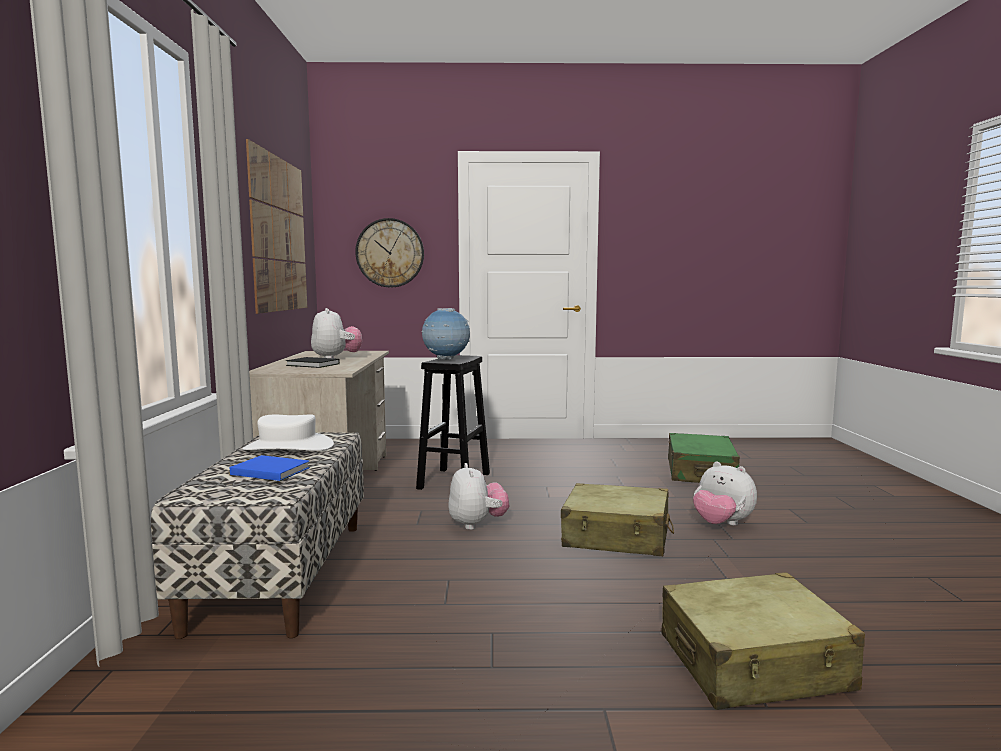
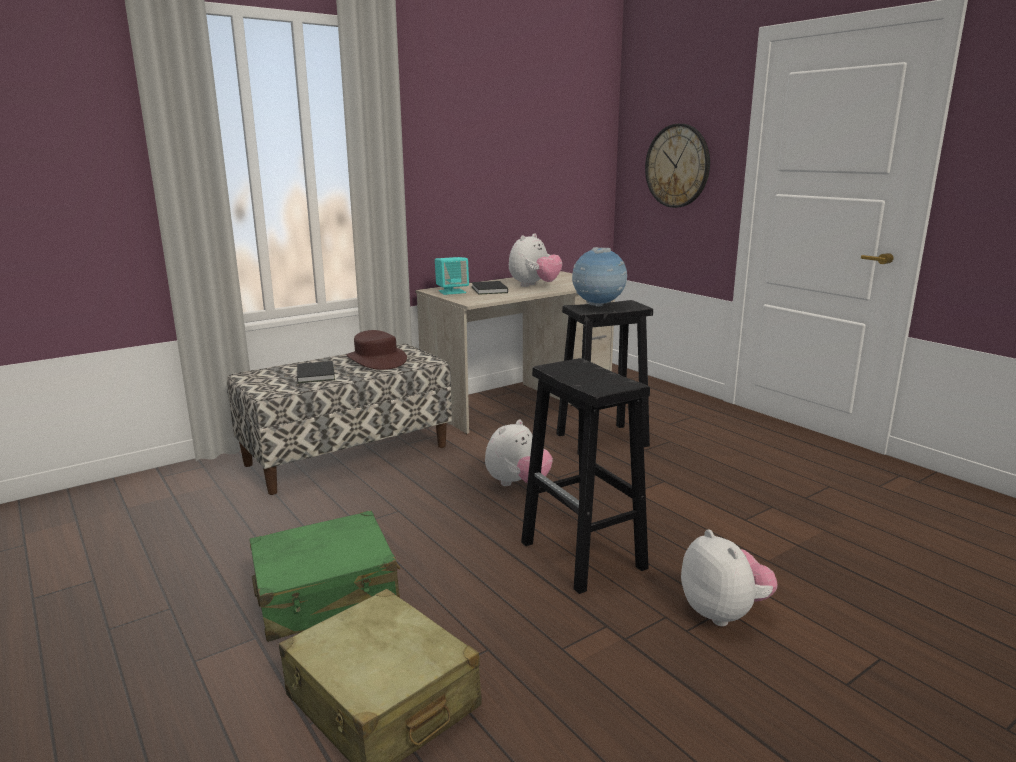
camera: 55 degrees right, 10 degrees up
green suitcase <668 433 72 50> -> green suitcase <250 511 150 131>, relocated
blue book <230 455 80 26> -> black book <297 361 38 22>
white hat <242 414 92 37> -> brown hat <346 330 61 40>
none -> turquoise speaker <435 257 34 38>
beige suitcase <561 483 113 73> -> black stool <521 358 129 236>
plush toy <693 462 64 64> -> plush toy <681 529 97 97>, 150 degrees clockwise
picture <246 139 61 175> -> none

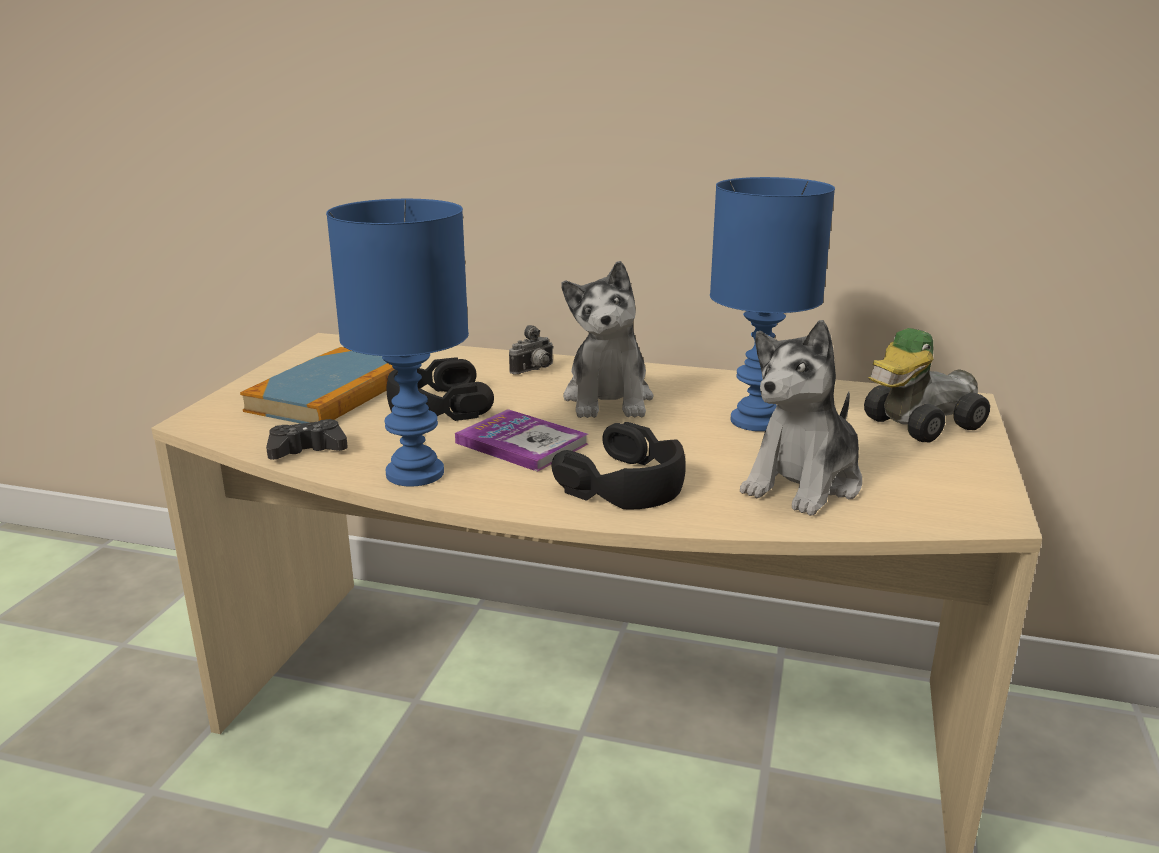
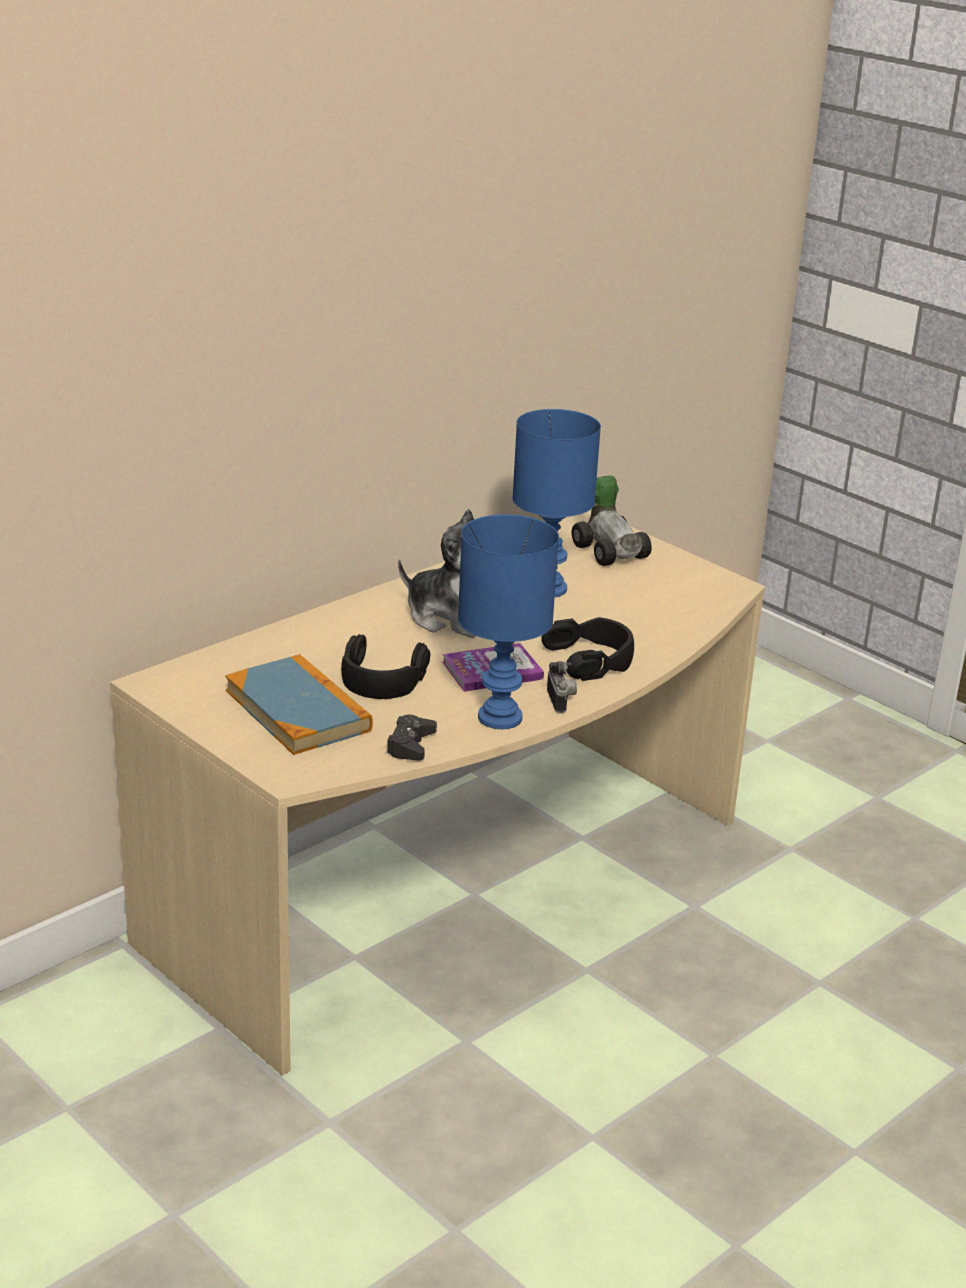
camera: 60 degrees left, 5 degrees up
photo camera <509 325 45 50> -> photo camera <547 661 30 52>, relocated
toy car <864 328 126 114> -> toy car <571 475 81 91>, 150 degrees clockwise
plush toy <740 320 122 196> -> none

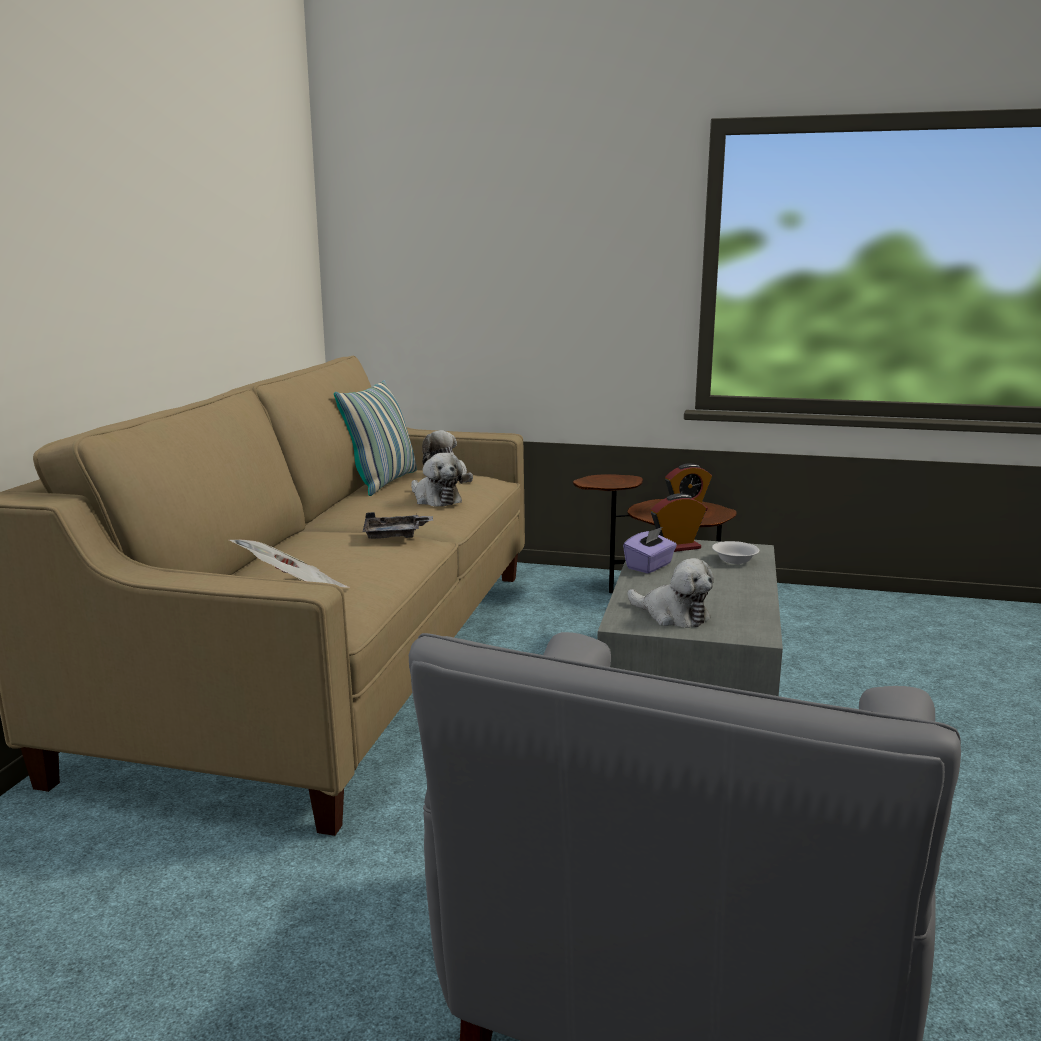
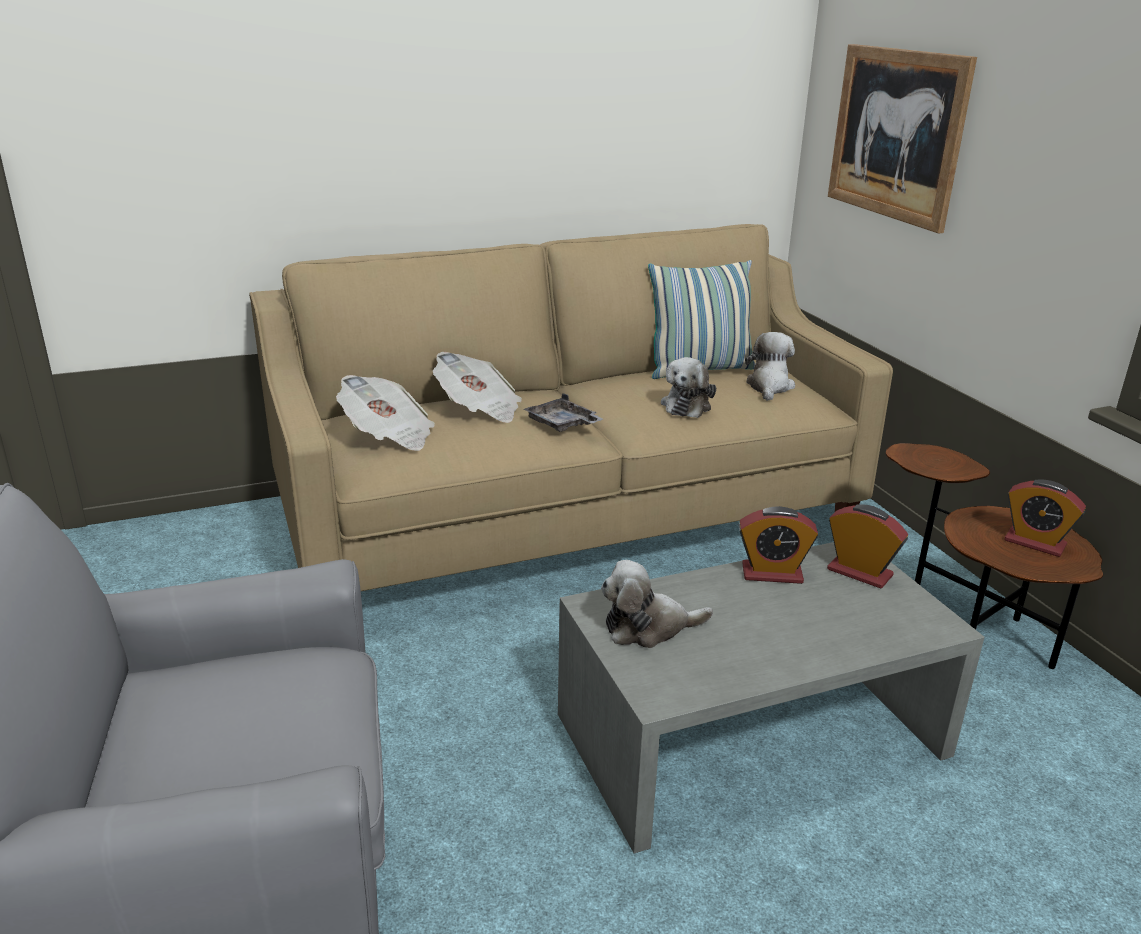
camera: 55 degrees right, 10 degrees up
none -> newspaper <433 352 89 71>
plush toy <627 558 87 70> -> plush toy <601 560 112 88>, 75 degrees clockwise
purple tissue box <623 527 54 46> -> alarm clock <739 506 79 78>
none -> picture <828 44 149 189>
white bowl <712 541 47 23> -> none

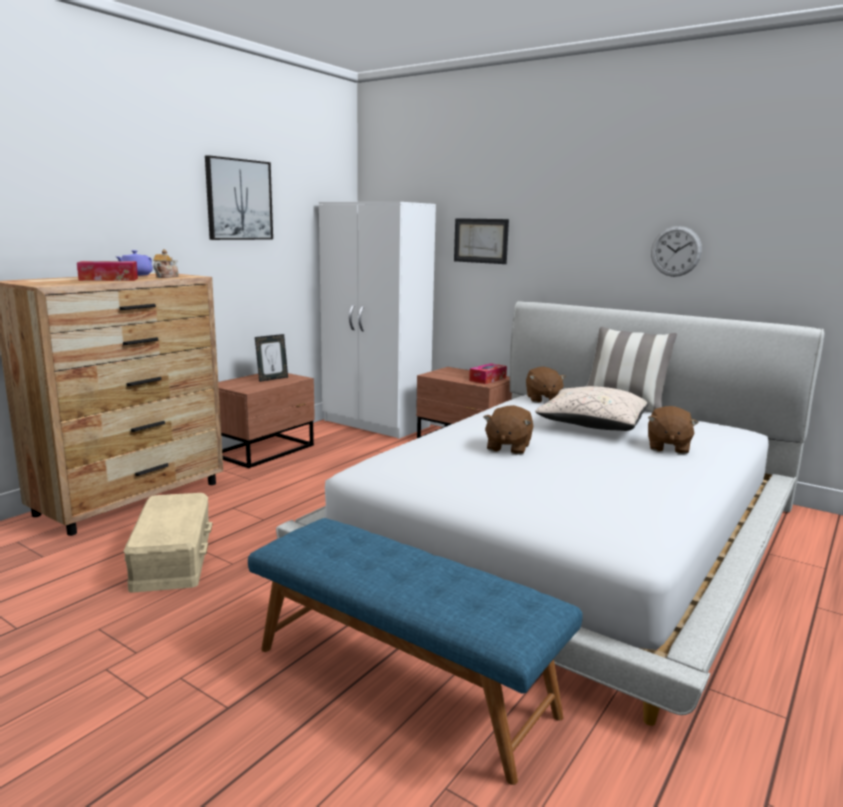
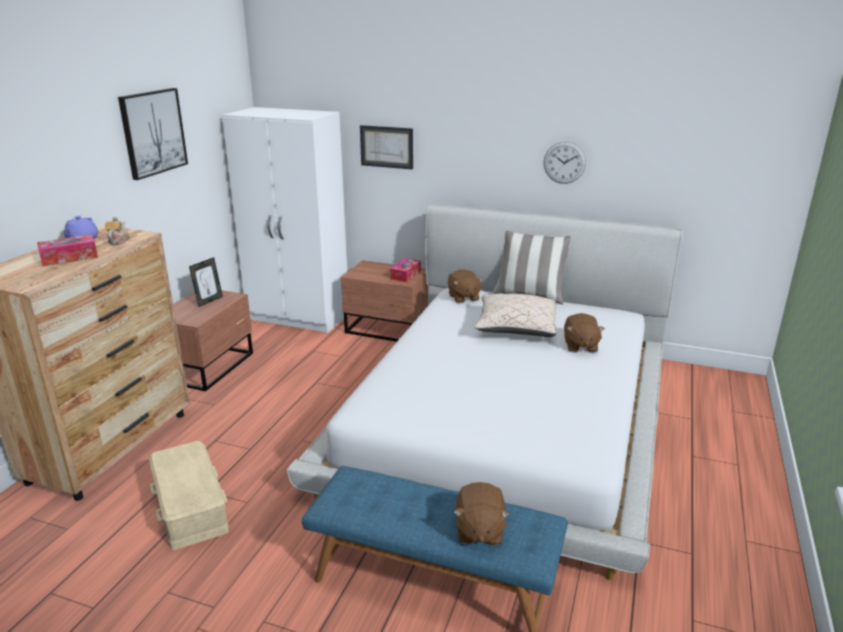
camera: 15 degrees left, 10 degrees up
brown plush toy <483 405 50 50> -> brown plush toy <454 482 56 64>, relocated

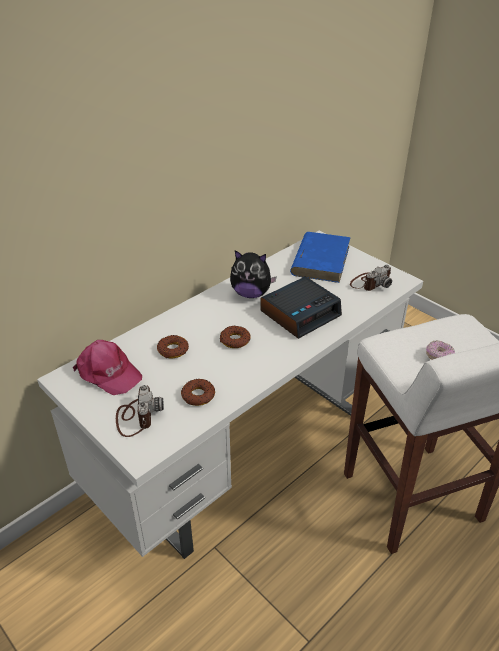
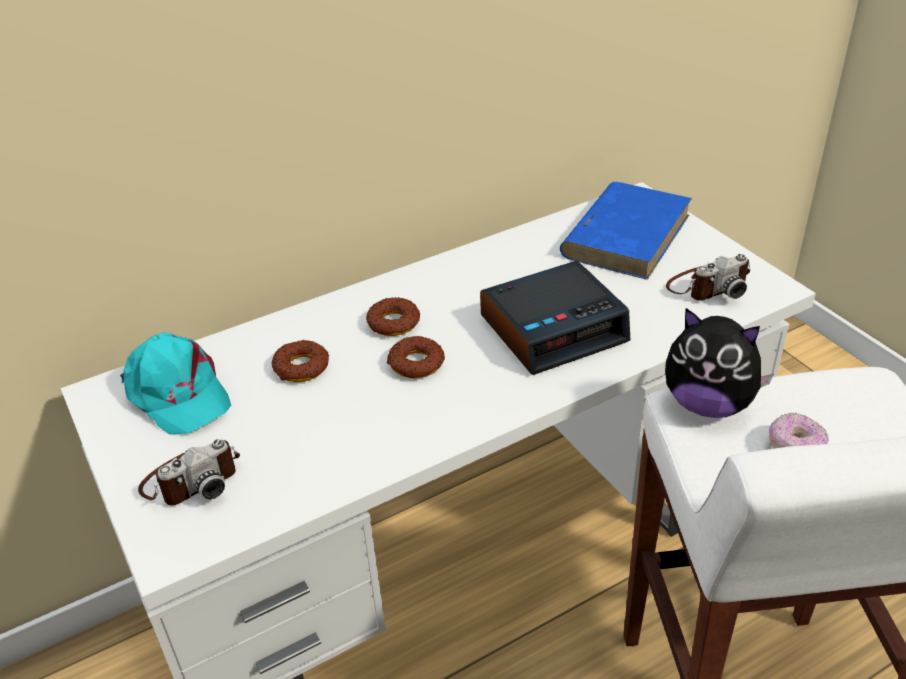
camera: 15 degrees right, 0 degrees up
pink cap <73 340 69 55> -> turquoise cap <120 333 111 101>
photo camera <116 385 48 52> -> photo camera <138 439 102 66>, 45 degrees clockwise
donut <181 378 34 28> -> donut <366 297 54 39>, relocated
plush toy <230 250 47 48> -> plush toy <665 308 109 110>, relocated

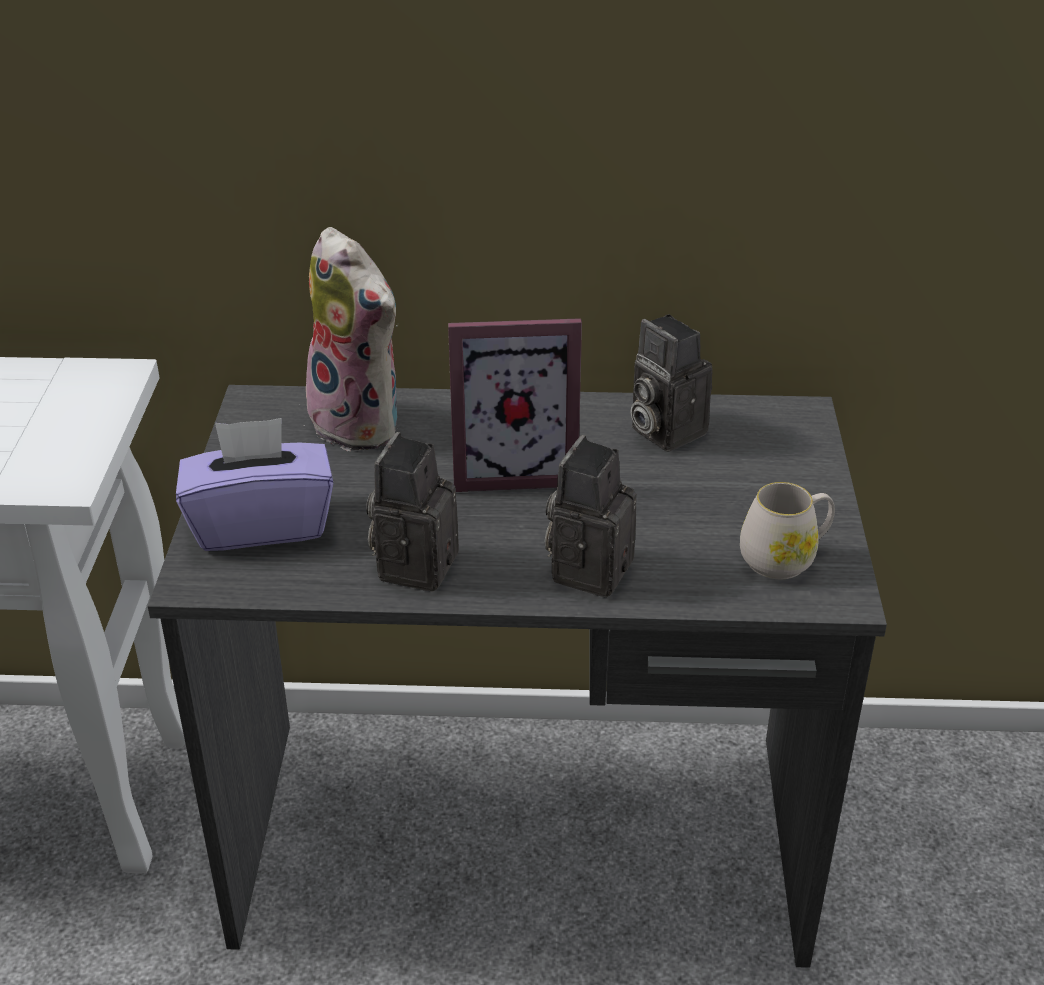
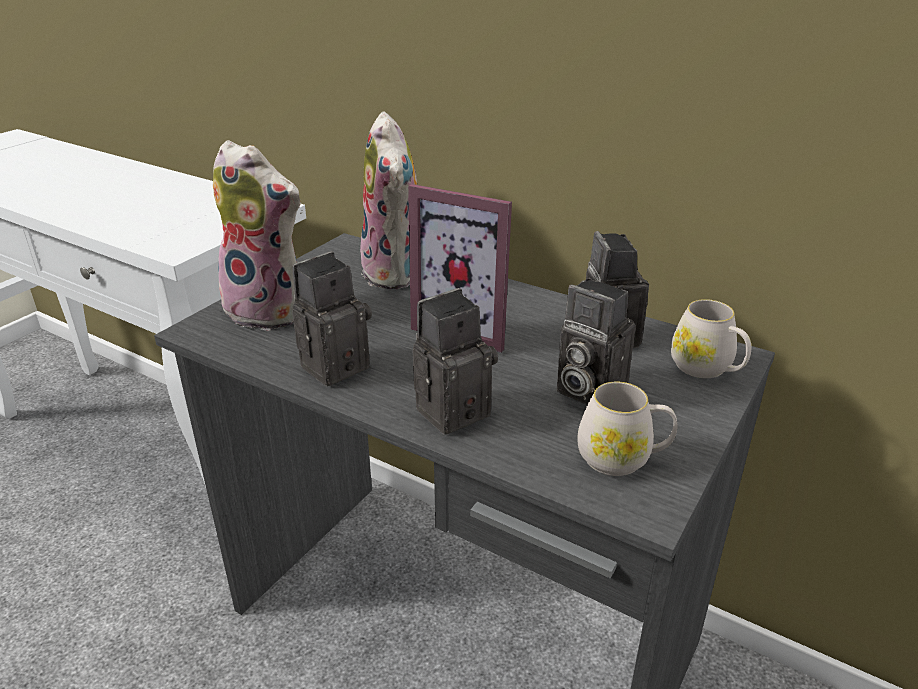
camera: 30 degrees right, 5 degrees down
purple tissue box <176 418 157 133> -> plush toy <212 140 91 191>
none -> photo camera <557 278 79 127>
none -> white mug <671 299 80 79>

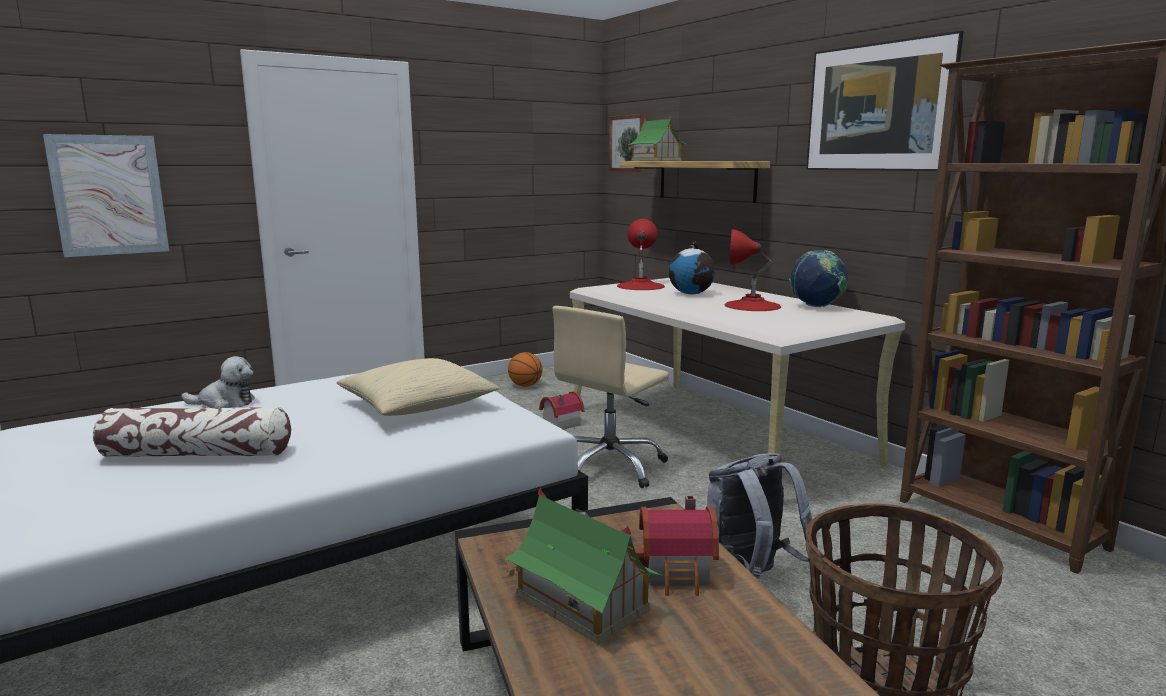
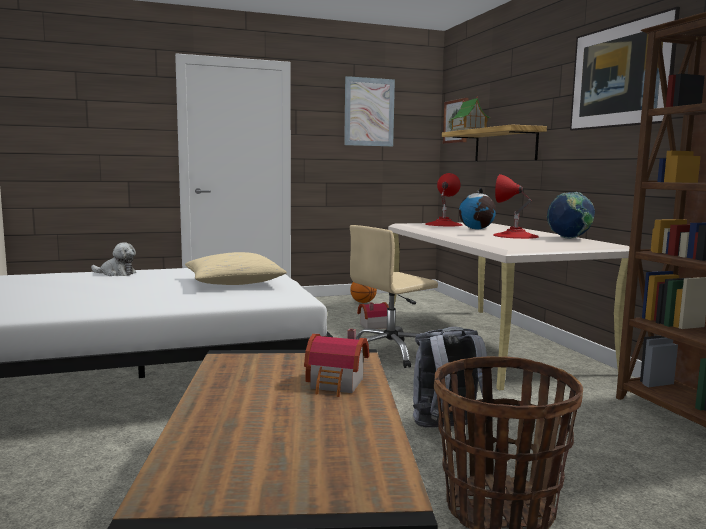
camera: 15 degrees right, 5 degrees down
picture <43 134 126 123> -> picture <344 76 51 71>, relocated
pillow <93 407 198 50> -> none
toy house <505 487 157 158> -> none

